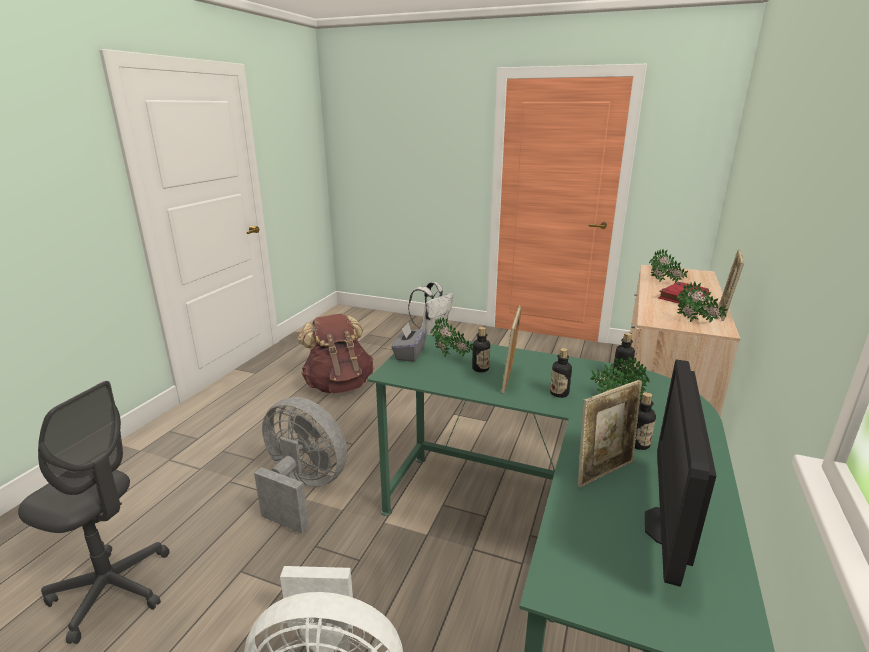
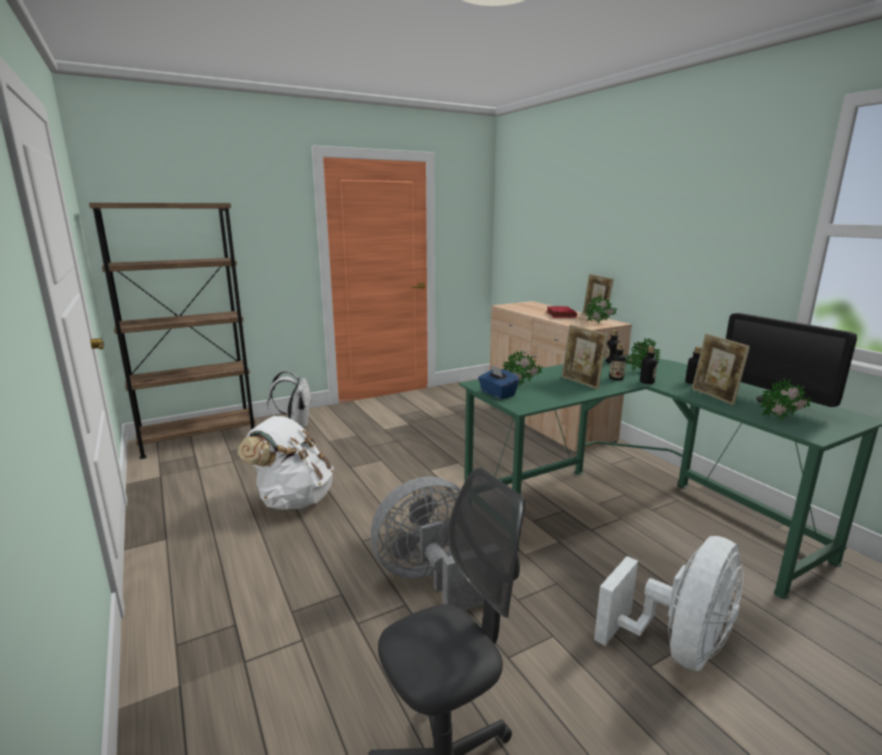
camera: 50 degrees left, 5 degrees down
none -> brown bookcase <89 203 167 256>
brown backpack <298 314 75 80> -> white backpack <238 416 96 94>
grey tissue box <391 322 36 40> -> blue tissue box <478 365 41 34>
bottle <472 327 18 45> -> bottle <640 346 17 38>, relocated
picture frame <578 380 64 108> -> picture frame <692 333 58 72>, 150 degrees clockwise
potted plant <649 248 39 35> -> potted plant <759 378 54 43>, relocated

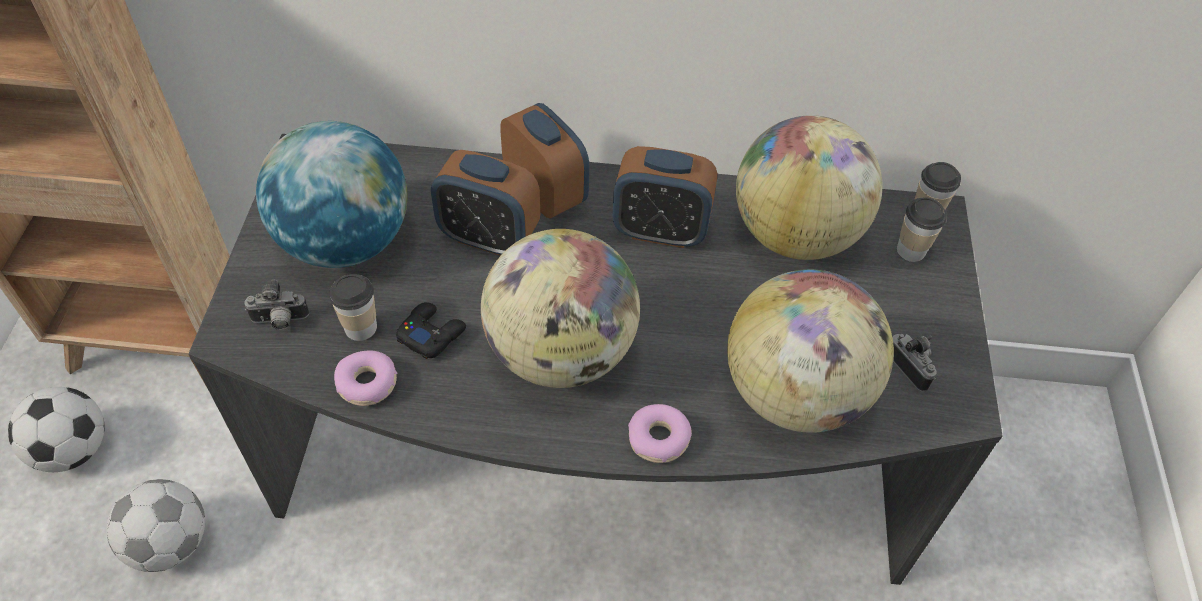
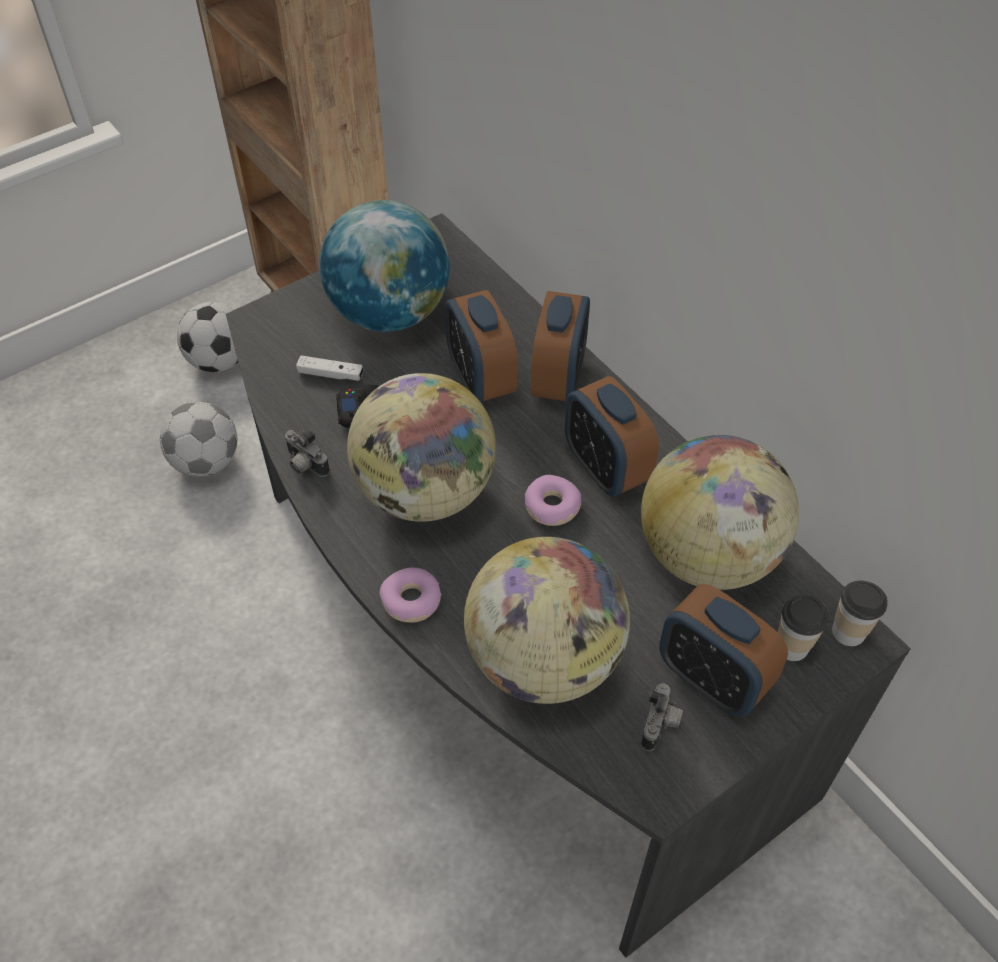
camera: 50 degrees right, 0 degrees up
photo camera <244 280 65 50> -> photo camera <285 430 45 47>, relocated
cup <329 274 48 67> -> white game controller <296 356 67 25>
donut <334 350 63 56> -> donut <524 475 57 51>, relocated
none -> alarm clock <659 584 129 132>

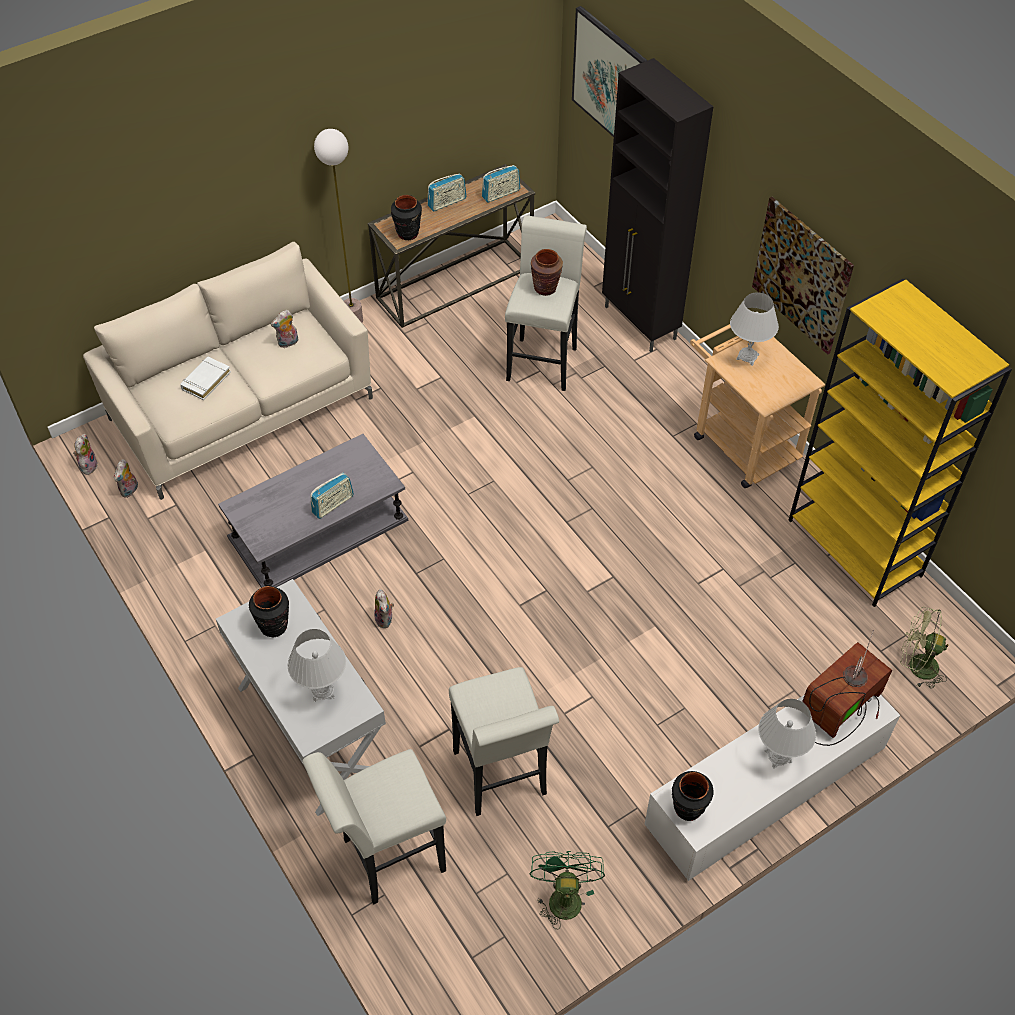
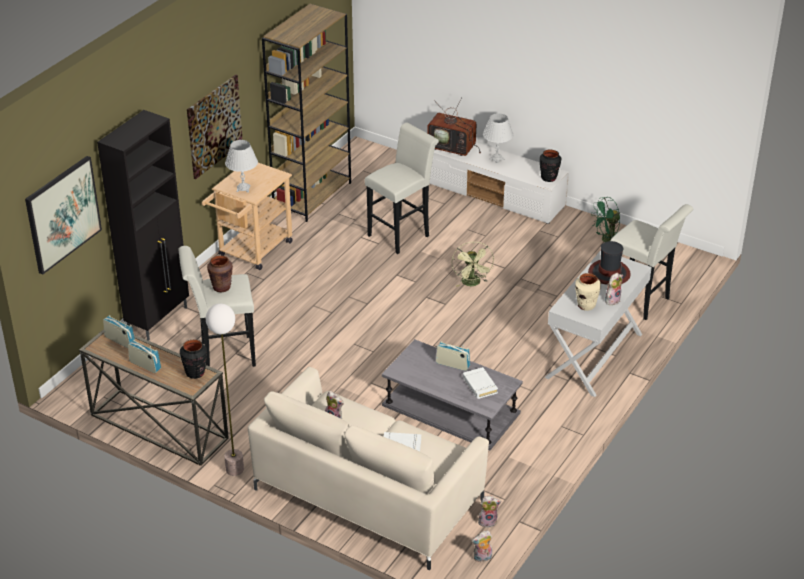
camera: 115 degrees left, 15 degrees down
yellow bookcase <789 279 223 328> -> brown bookcase <262 4 89 218>
white stool <449 667 110 149> -> white stool <365 122 74 132>, relocated
green fan <900 607 49 82> -> green fan <451 242 43 45>, relocated
none -> white book <463 367 35 32>
black vase <249 586 40 51> -> beige vase <575 273 26 38>
white table lamp <288 629 58 73> -> hat <588 241 43 43>
plush toy <374 589 20 39> -> plush toy <605 273 18 32>, relocated

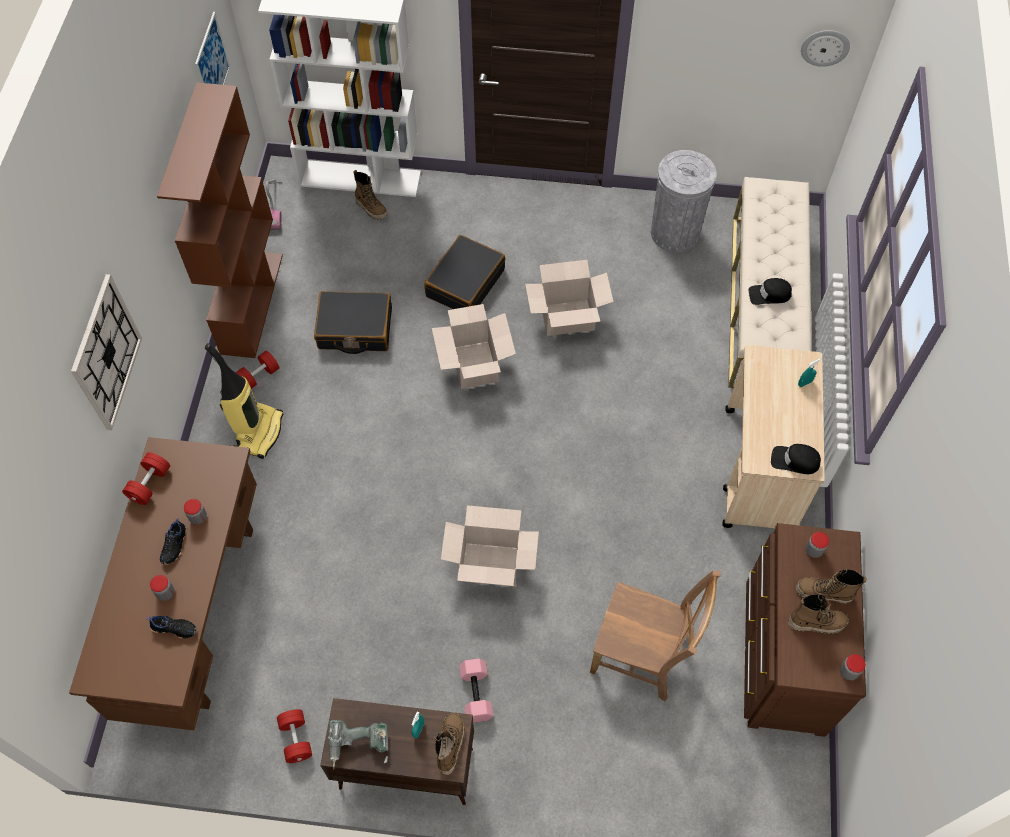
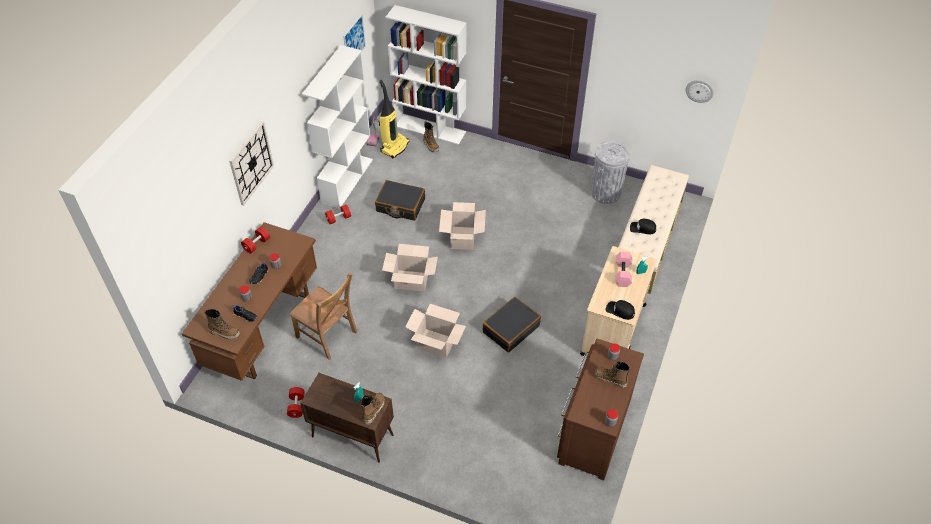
camera: 15 degrees right, 10 degrees down
boot <788 593 61 41> -> boot <204 309 36 31>, relocated
brown chair <590 571 130 130> -> brown chair <289 272 68 88>, relocated
brown bookcase <157 82 126 276> -> white bookcase <302 45 71 164>
vacuum cleaner <205 343 79 116> -> vacuum cleaner <379 80 31 78>, relocated
cardboard box <525 260 89 76> -> cardboard box <382 244 56 48>, relocated
black suitcase <424 235 81 74> -> black suitcase <483 297 58 55>, relocated
pink dumbbell <459 658 35 65> -> pink dumbbell <616 251 16 36>, relocated
power drill <328 720 60 50> -> none

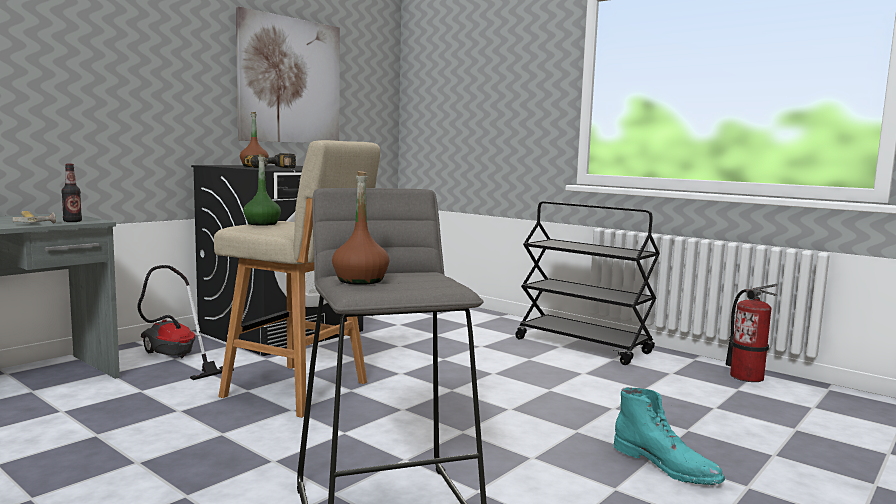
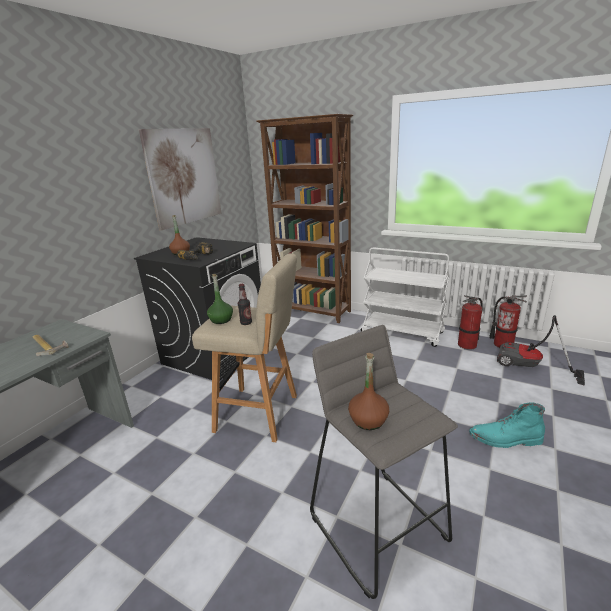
camera: 10 degrees left, 15 degrees up
bottle <61 164 21 58> -> bottle <238 284 14 41>, relocated
none -> brown bookcase <256 114 97 209>
black cart <515 201 145 164> -> white cart <361 247 89 100>
none -> fire extinguisher <458 295 25 55>
turquoise boot <613 387 112 98> -> turquoise boot <469 402 76 46>, 150 degrees clockwise
vacuum cleaner <137 265 97 115> -> vacuum cleaner <497 315 88 71>, relocated

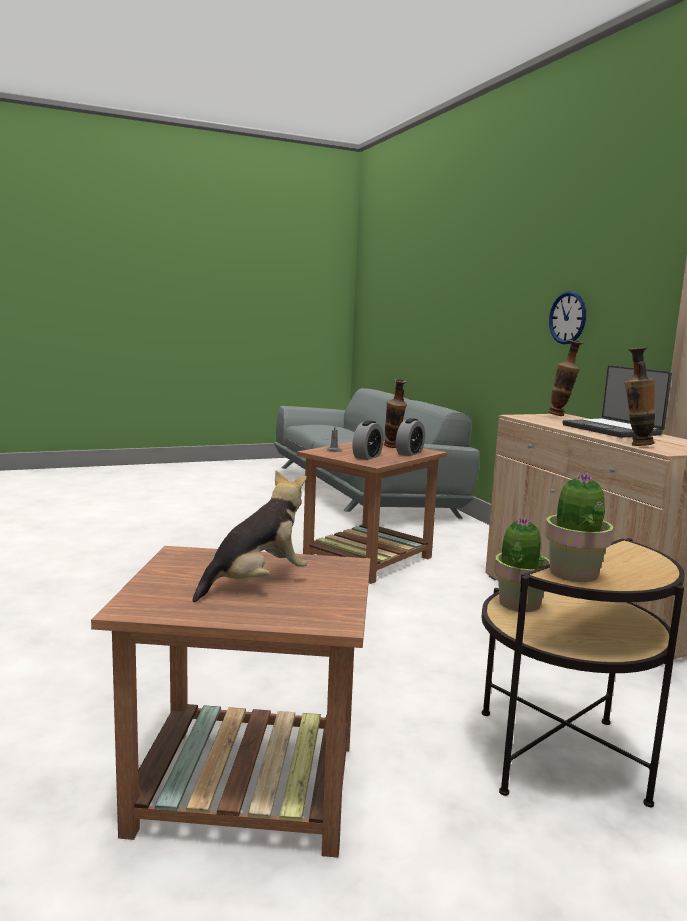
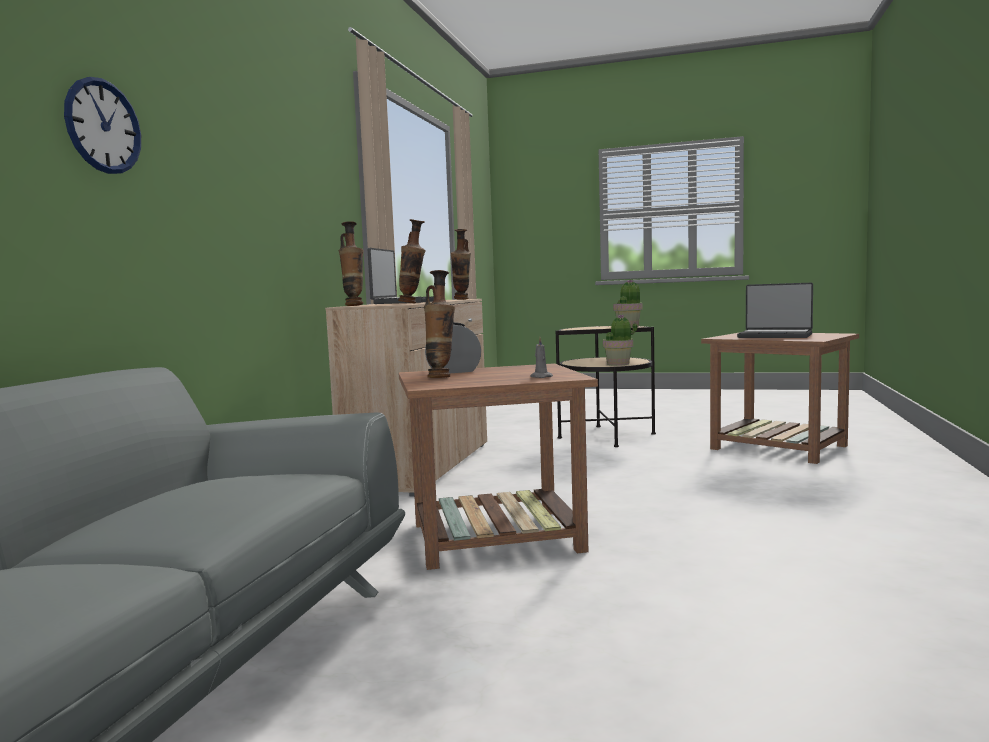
camera: 140 degrees left, 5 degrees down
wall clock <549 291 37 53> -> wall clock <64 77 77 97>, relocated
none -> vase <398 219 28 85>
plush toy <193 471 114 132> -> laptop <737 283 76 55>
alarm clock <352 420 32 40> -> none

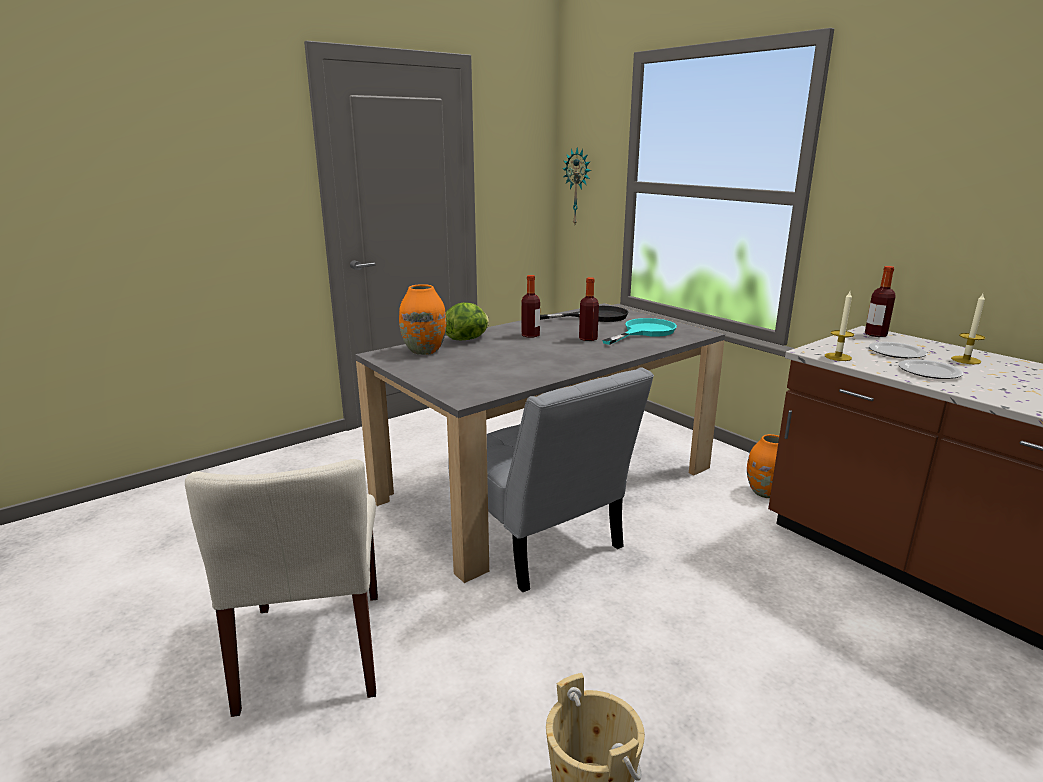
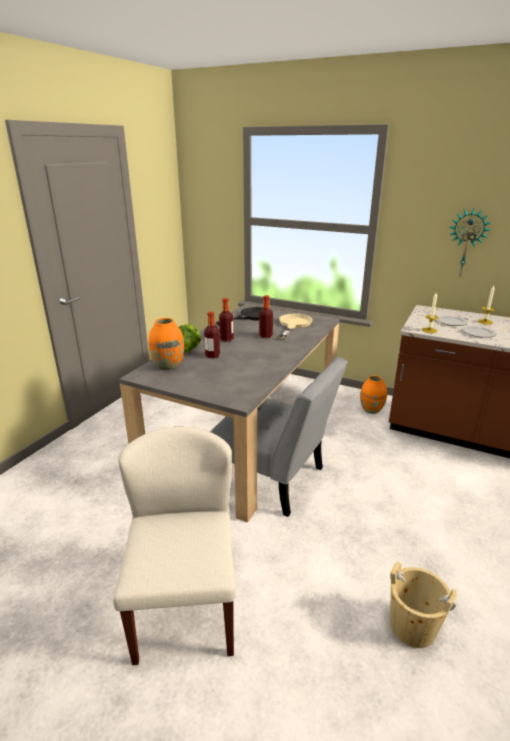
camera: 25 degrees left, 5 degrees up
beige chair <185 459 193 258> -> beige chair <113 427 123 238>, 150 degrees counterclockwise
bottle <865 266 31 71> -> bottle <204 311 16 47>, relocated
turquoise frying pan <602 318 75 27> -> beige frying pan <279 314 33 25>
wall clock <563 147 28 77> -> wall clock <449 209 42 68>, relocated

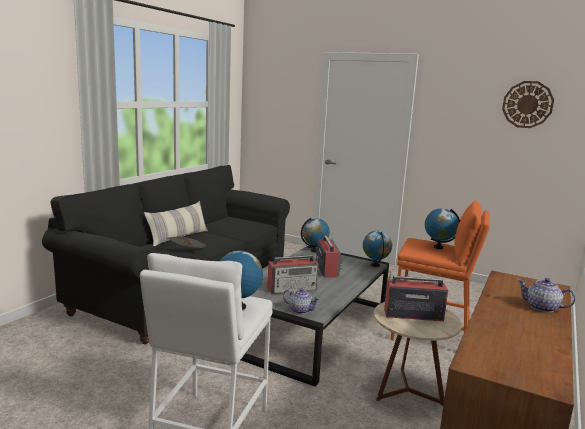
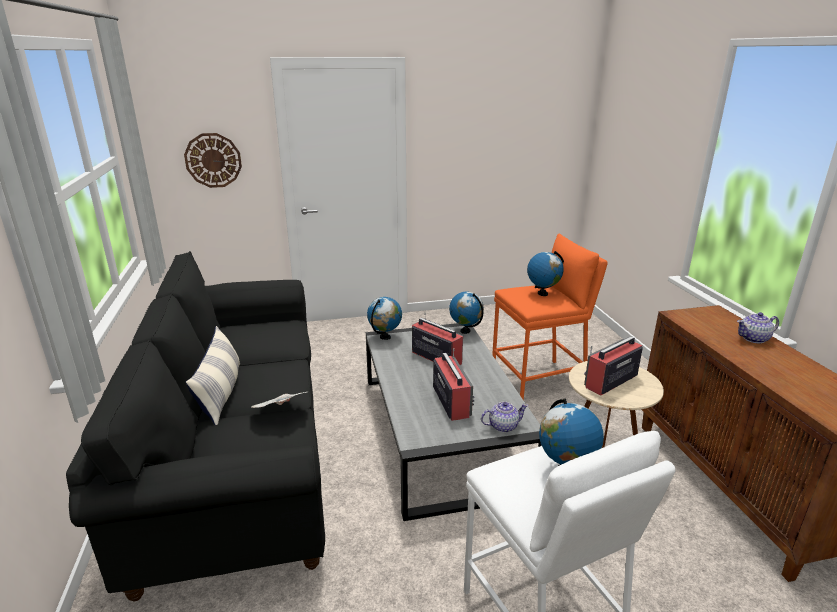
camera: 40 degrees left, 10 degrees up
wall clock <502 81 52 47> -> wall clock <184 133 58 55>, relocated
radio <267 255 52 39> -> radio <433 348 42 73>, 45 degrees counterclockwise

